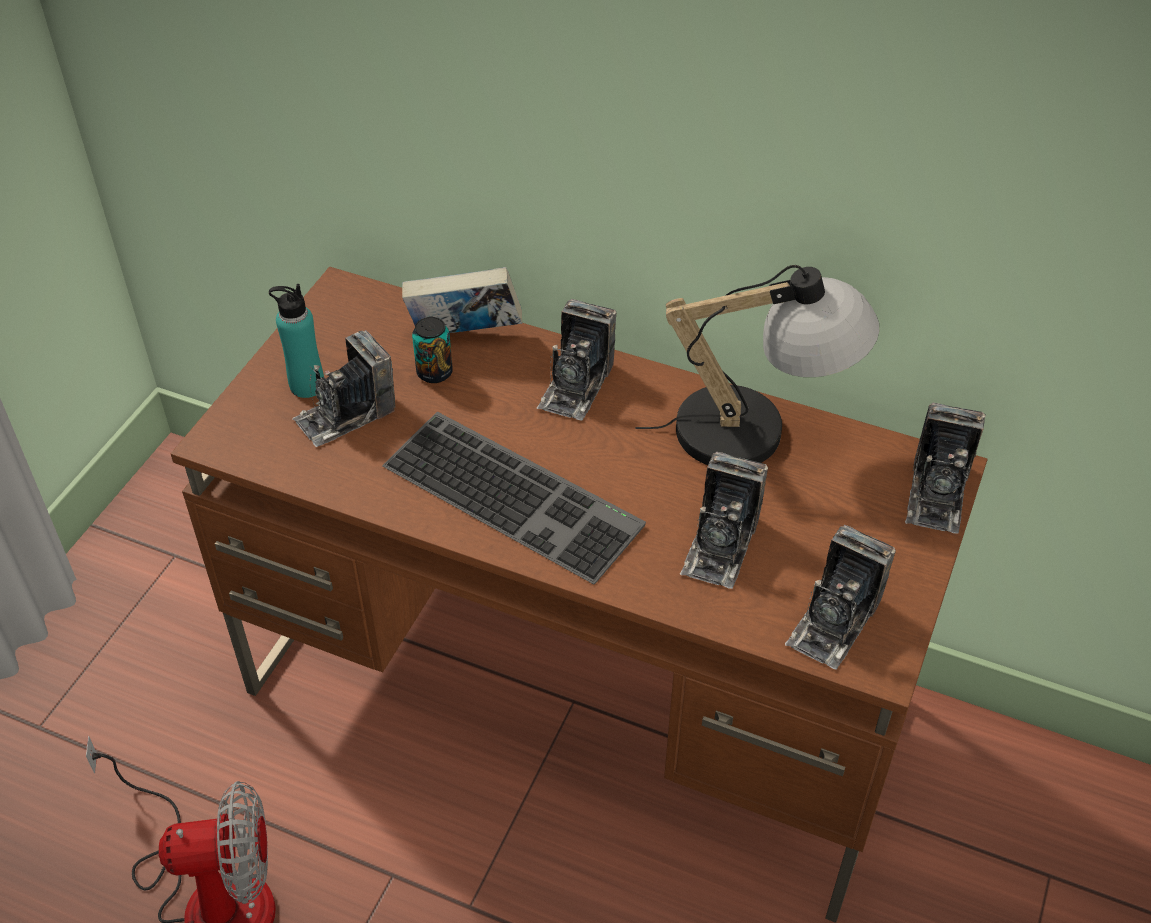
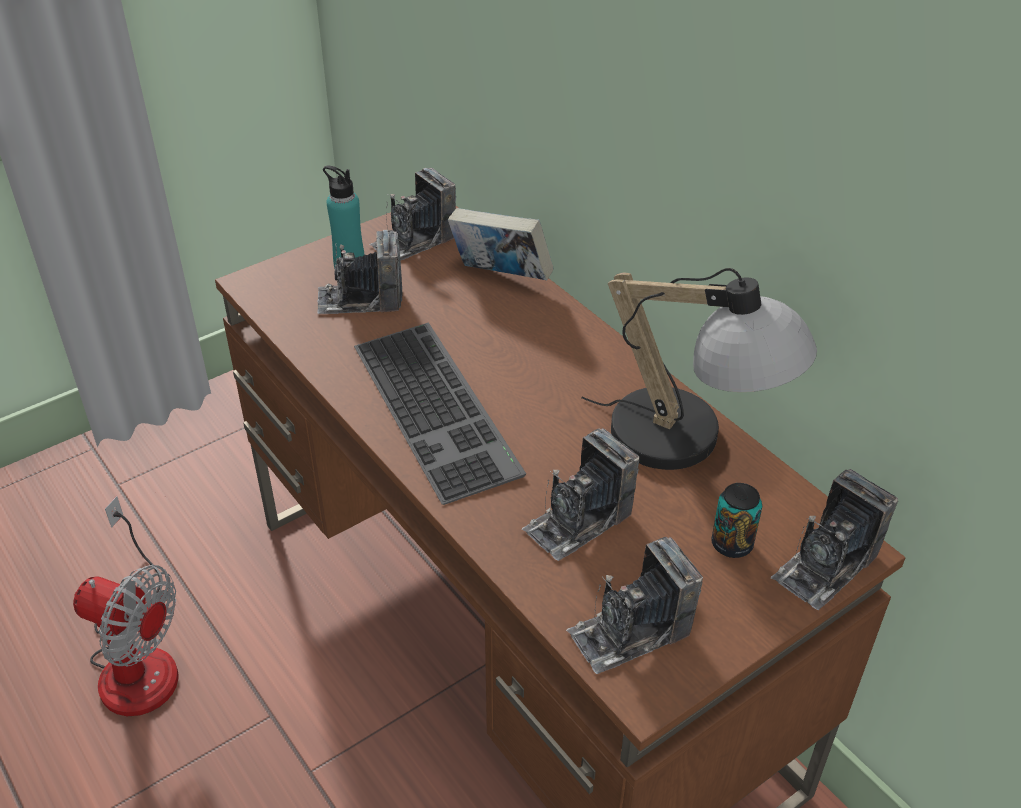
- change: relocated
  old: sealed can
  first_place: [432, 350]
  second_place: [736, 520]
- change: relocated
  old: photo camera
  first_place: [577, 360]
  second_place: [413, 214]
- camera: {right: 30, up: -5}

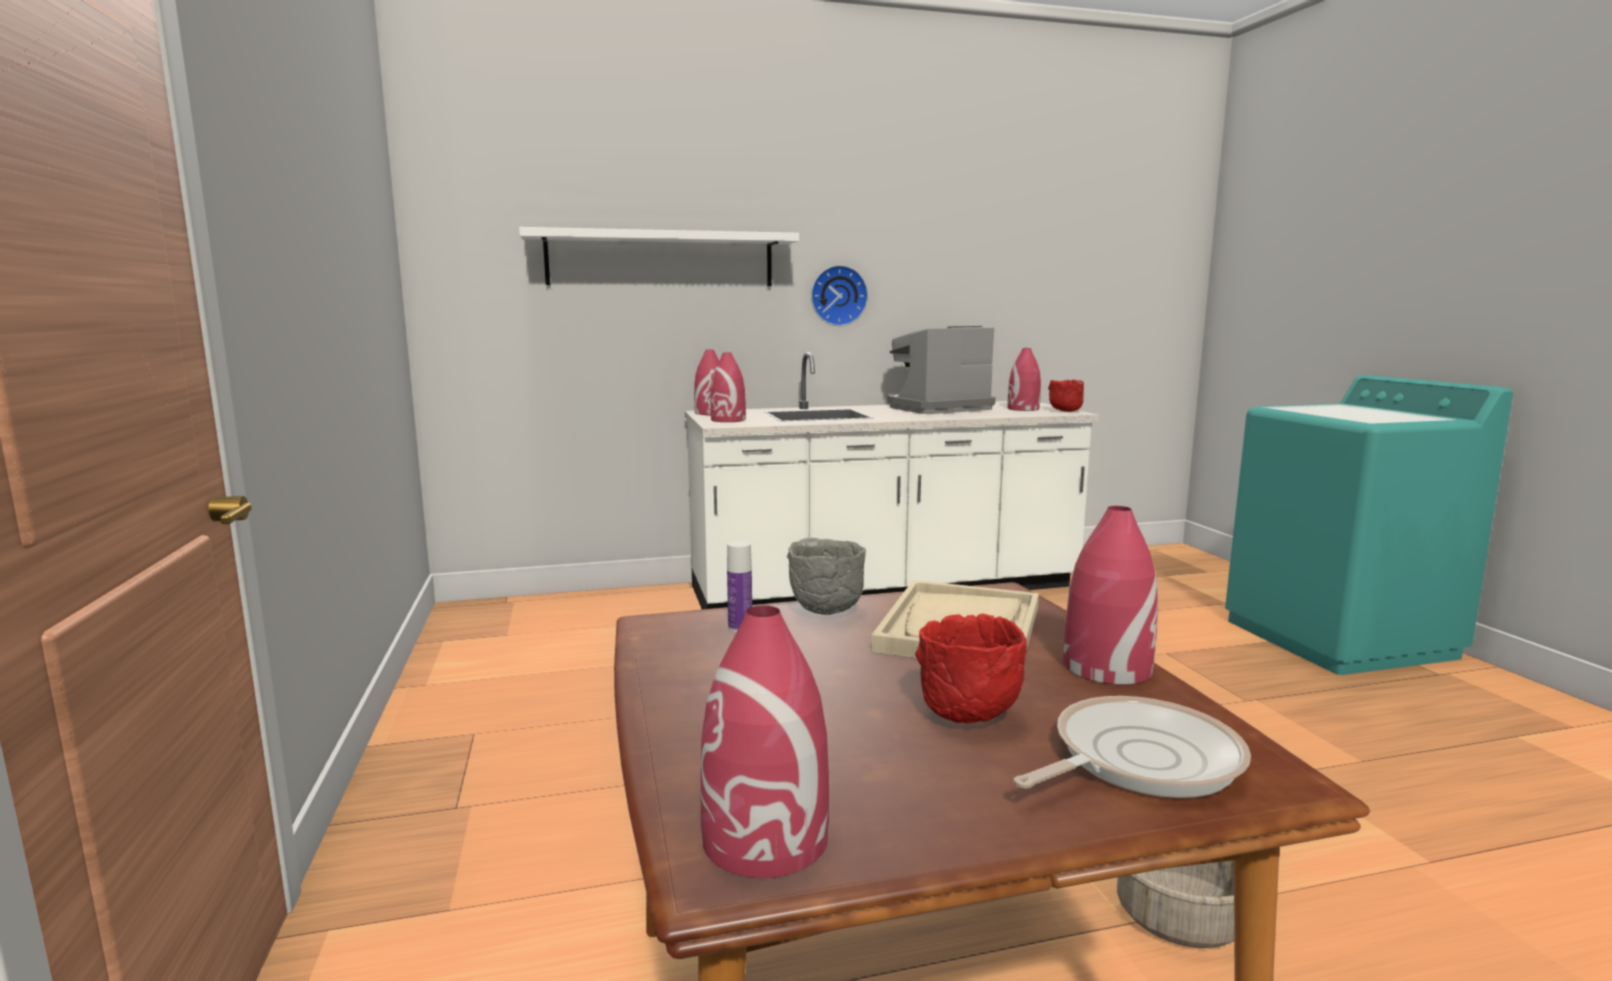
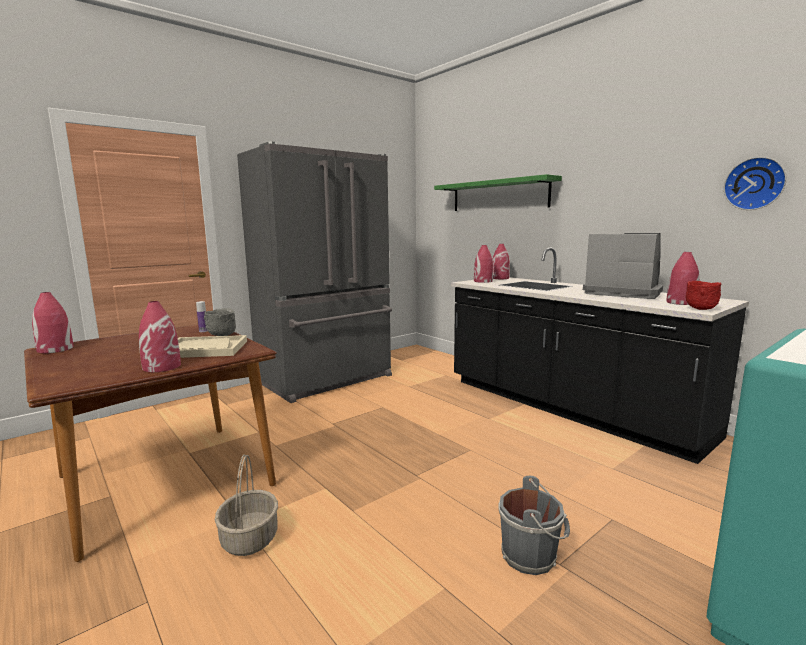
- change: missing
  old: red bowl
  first_place: [971, 668]
- change: missing
  old: frying pan
  first_place: [1132, 747]
- change: appeared
  new: gray refrigerator
  second_place: [314, 272]
- change: appeared
  new: gray pail
  second_place: [534, 525]
- change: relocated
  old: clock on the wall
  first_place: [839, 295]
  second_place: [755, 183]
- change: colour
  old: white-coloured bracket shelf
  new: greenish bracket shelf
  first_place: [659, 256]
  second_place: [498, 192]
- change: colour
  old: white-coloured counter
  new: black counter
  first_place: [891, 480]
  second_place: [600, 356]
- camera: {right: 65, up: 0}

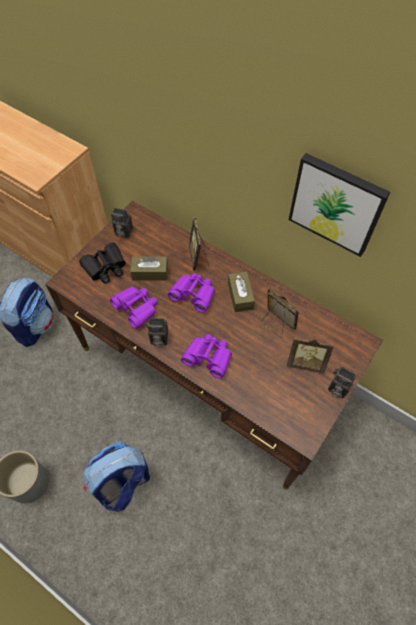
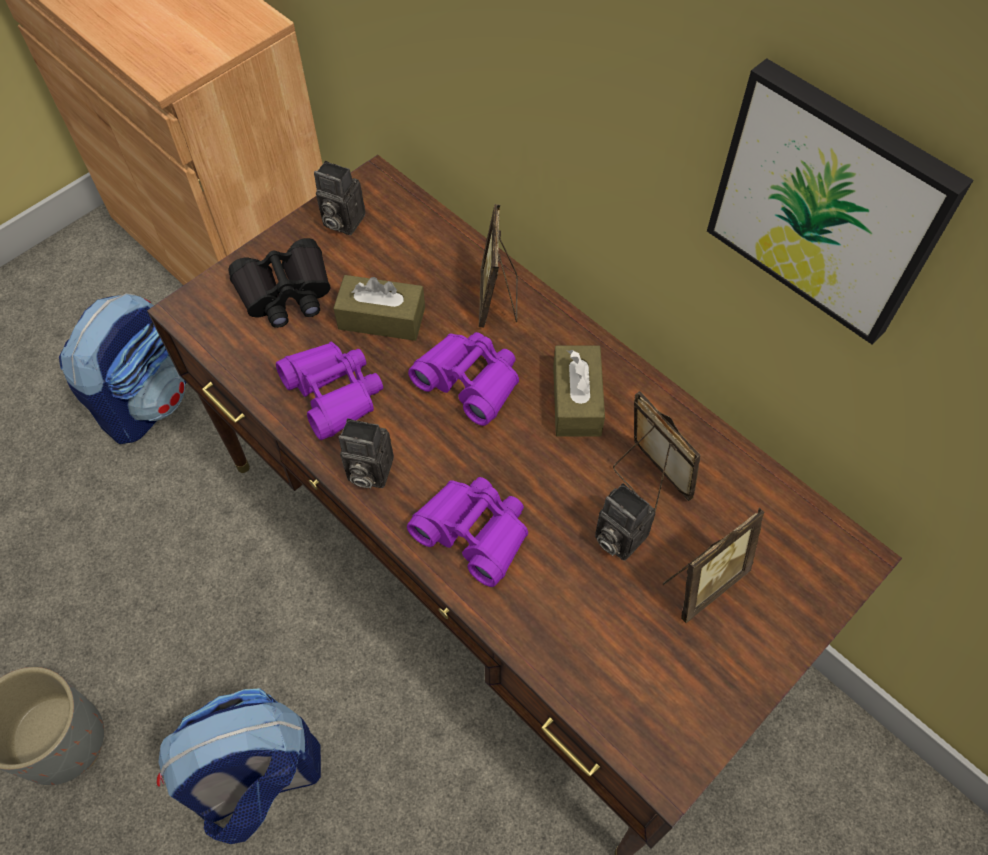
- change: relocated
  old: photo camera
  first_place: [342, 383]
  second_place: [625, 522]
- change: spun
  old: picture frame
  first_place: [310, 355]
  second_place: [713, 565]
  degrees: -60
- camera: {right: 10, up: 0}

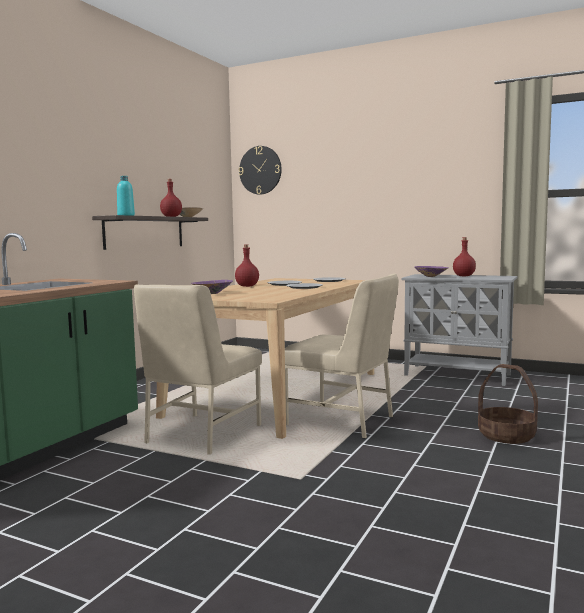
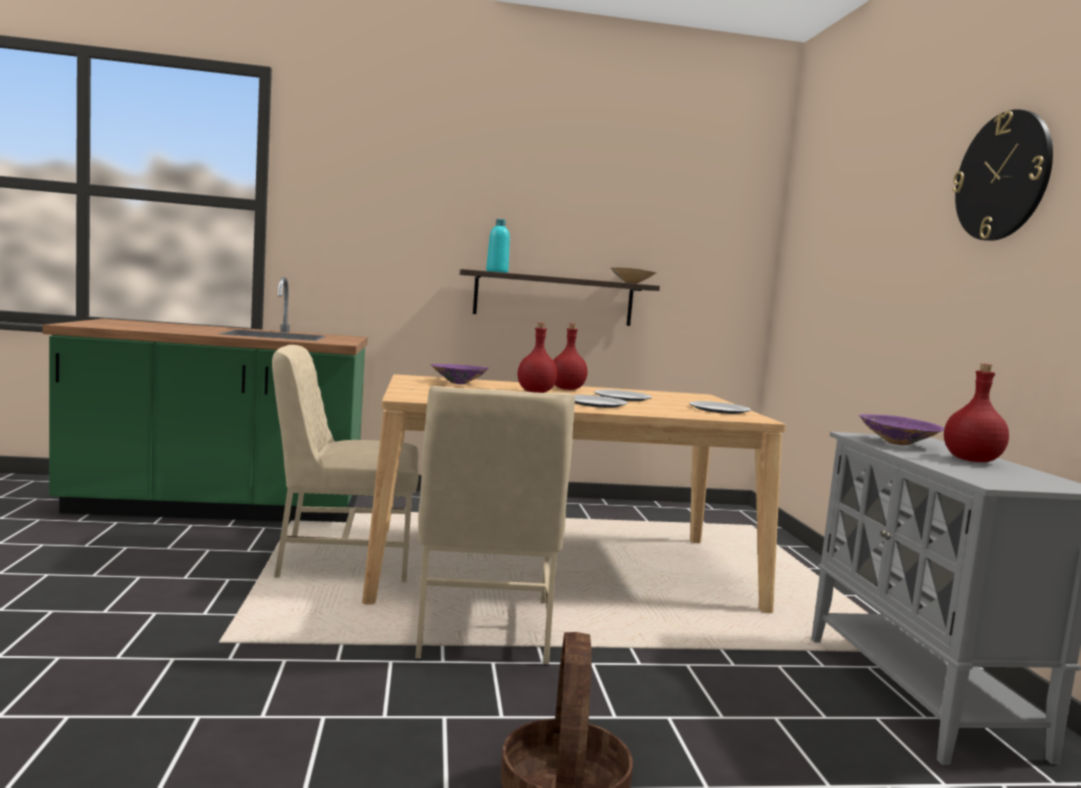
- change: relocated
  old: red bottle
  first_place: [171, 198]
  second_place: [537, 357]
- change: relocated
  old: clock on the wall
  first_place: [260, 170]
  second_place: [1002, 175]
- camera: {right: 55, up: 0}

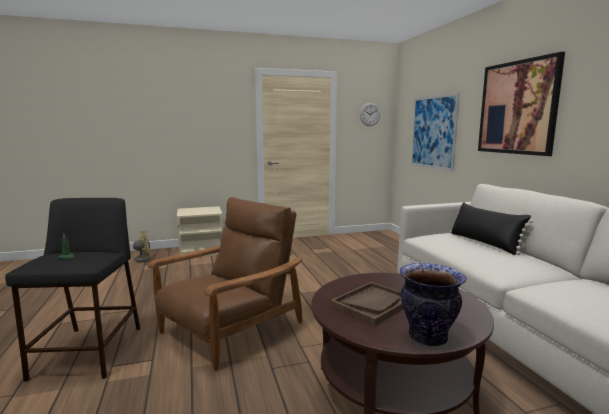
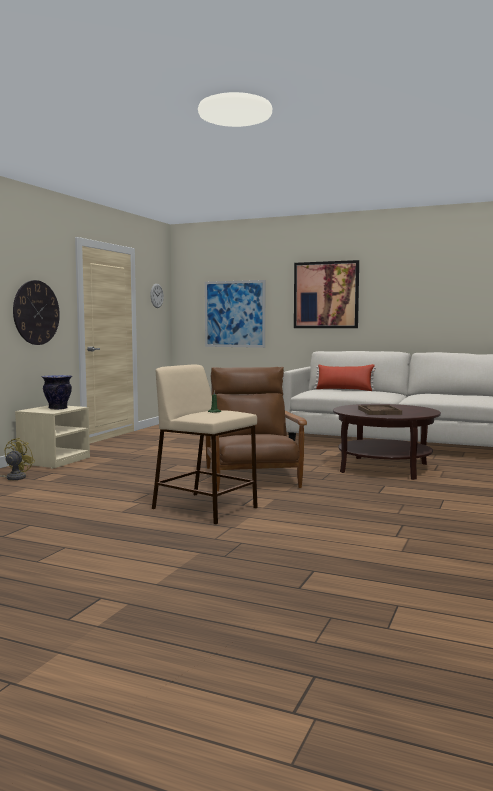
- change: appeared
  new: clock on the wall
  second_place: [36, 312]
- change: relocated
  old: flower vase
  first_place: [433, 304]
  second_place: [57, 392]
- change: colour
  old: black stool
  new: sand-coloured stool
  first_place: [72, 290]
  second_place: [205, 444]
- change: colour
  old: black cushion
  new: red cushion
  first_place: [491, 228]
  second_place: [345, 377]
- camera: {right: -50, up: -5}

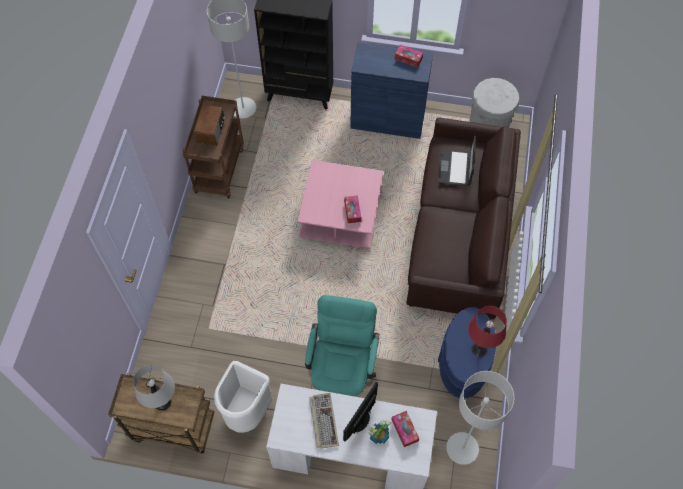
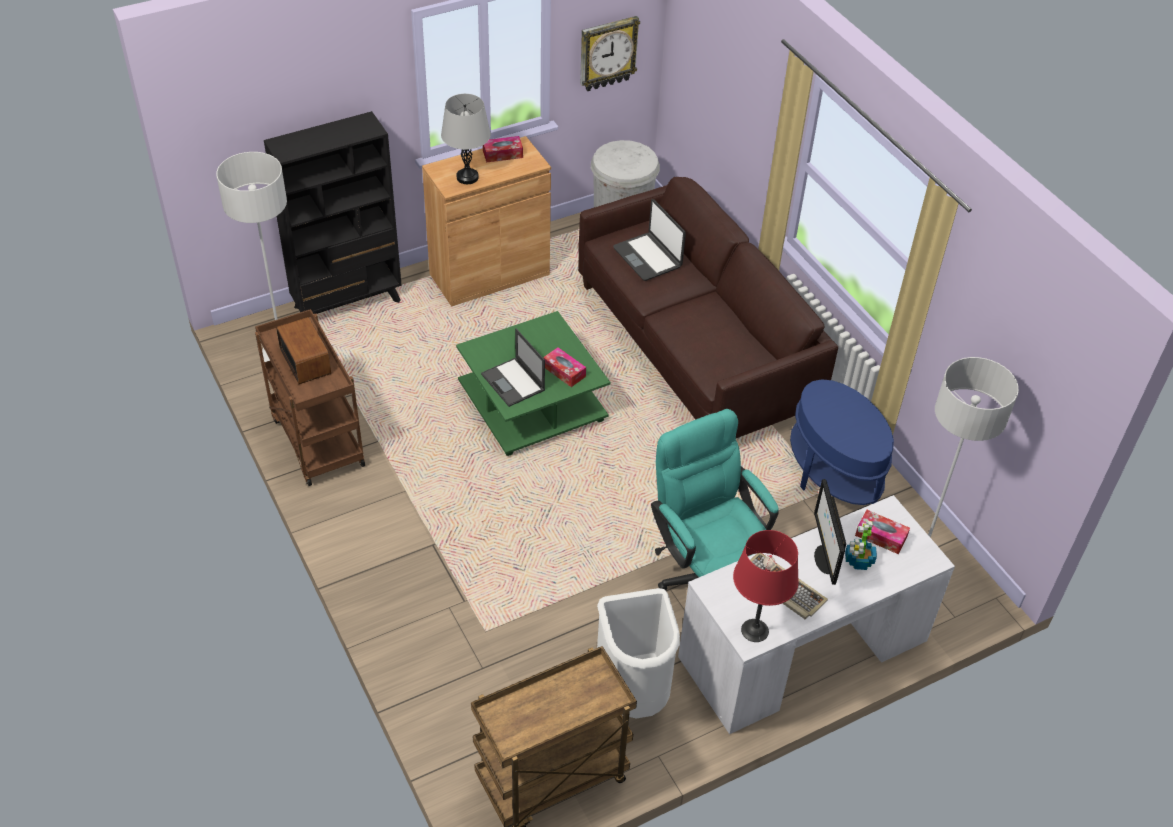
- change: appeared
  new: notebook computer
  second_place: [513, 367]
- change: appeared
  new: clock on the wall
  second_place: [610, 53]
- change: relocated
  old: gray tabletop lamp
  first_place: [154, 387]
  second_place: [466, 139]
- change: relocated
  old: red tabletop lamp
  first_place: [487, 331]
  second_place: [766, 586]
- change: colour
  old: pink low table
  new: greenish low table
  first_place: [340, 204]
  second_place: [533, 383]
- change: colour
  old: blue storage cabinet
  new: brown-coloured storage cabinet
  first_place: [391, 90]
  second_place: [486, 221]
- camera: {right: -40, up: -15}

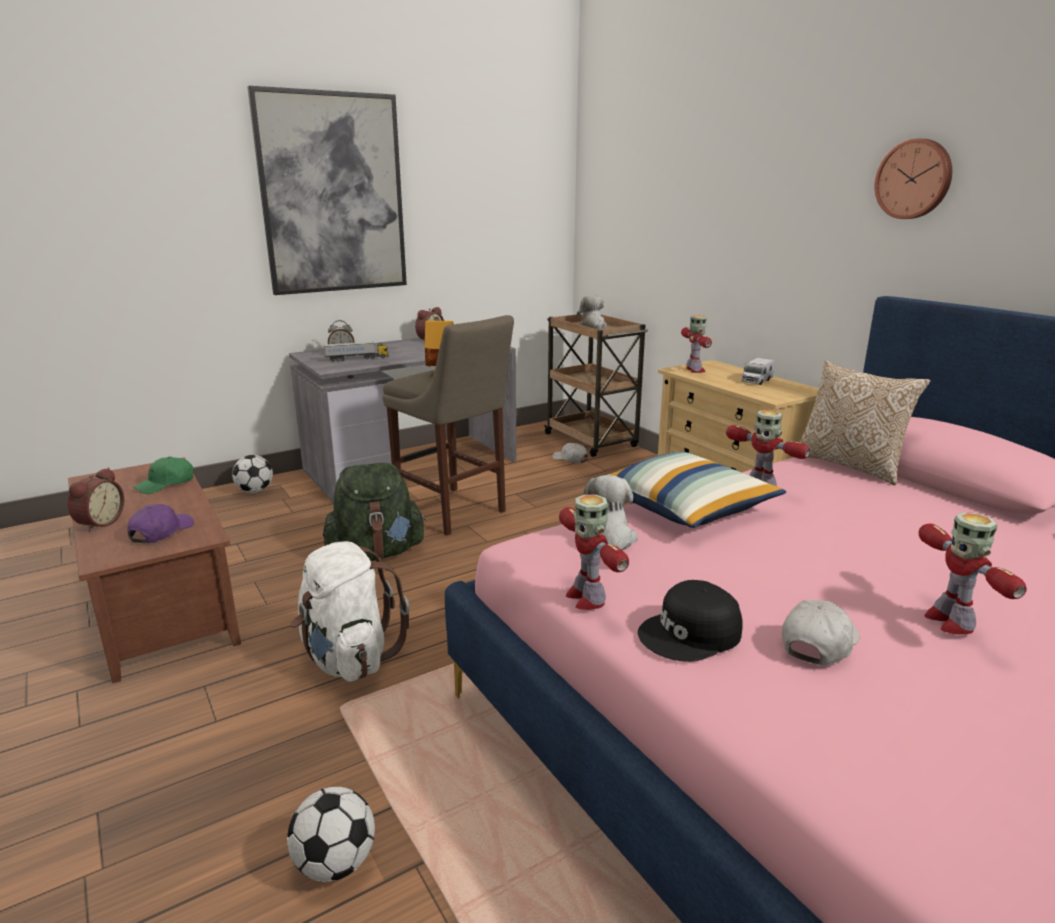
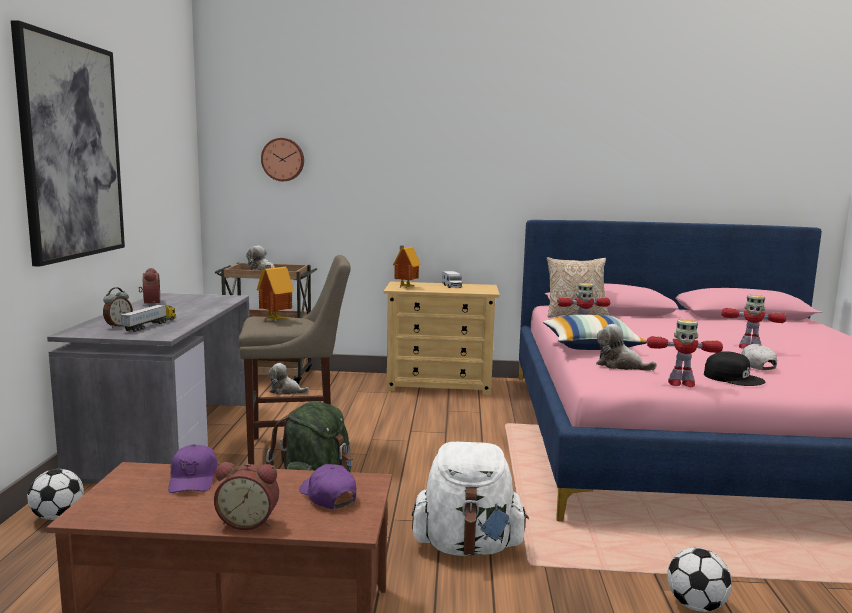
- change: relocated
  old: clock on the wall
  first_place: [913, 179]
  second_place: [282, 159]
- change: exchanged
  old: white-coloured cap
  new: cuddly toy
  first_place: [570, 453]
  second_place: [288, 379]
- change: exchanged
  old: toy robot
  new: model house
  first_place: [696, 344]
  second_place: [407, 266]
- change: colour
  old: greenish cap
  new: purple-coloured cap
  first_place: [163, 475]
  second_place: [193, 468]
- change: spun
  old: table clock
  first_place: [96, 500]
  second_place: [246, 496]
  degrees: 135
- change: spun
  old: black cap
  first_place: [690, 621]
  second_place: [735, 368]
  degrees: -60
- camera: {right: -55, up: -10}

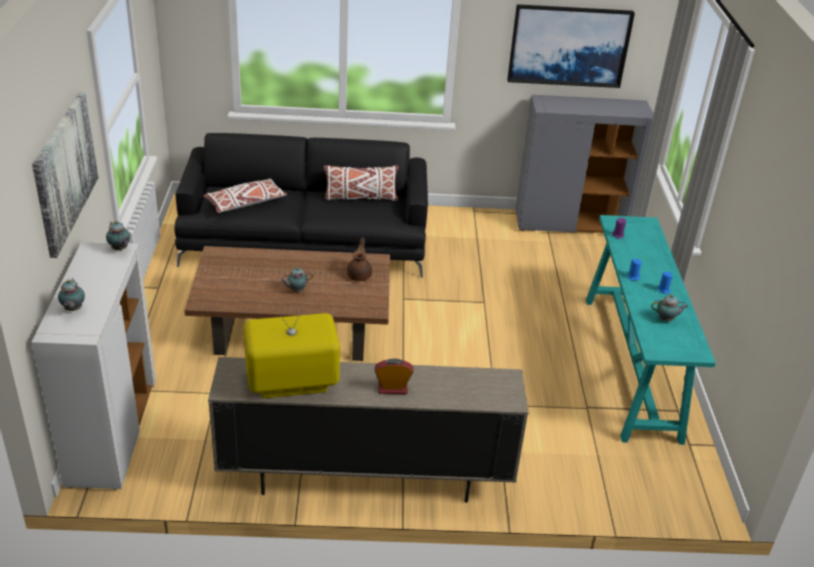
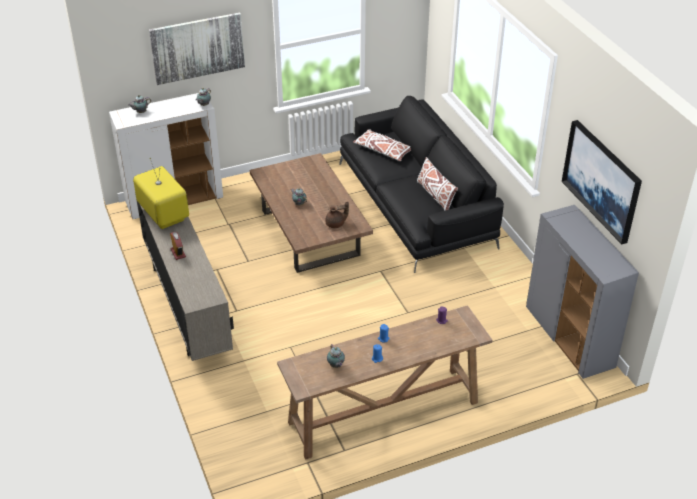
- change: colour
  old: turquoise-coloured narrow table
  new: brown-coloured narrow table
  first_place: [651, 330]
  second_place: [385, 382]
- camera: {right: 70, up: 5}

